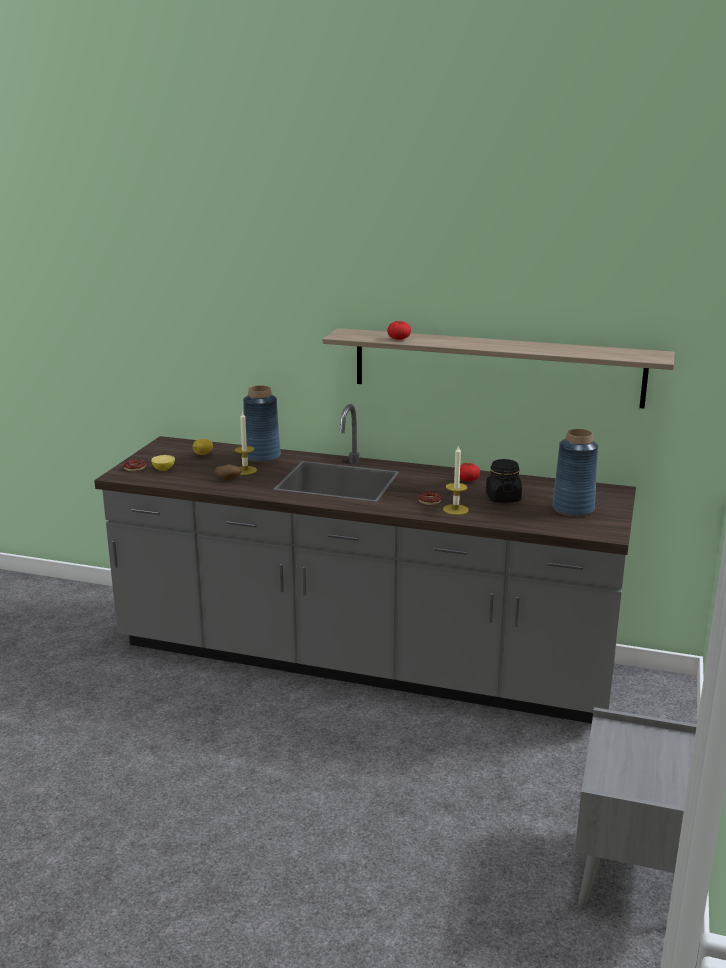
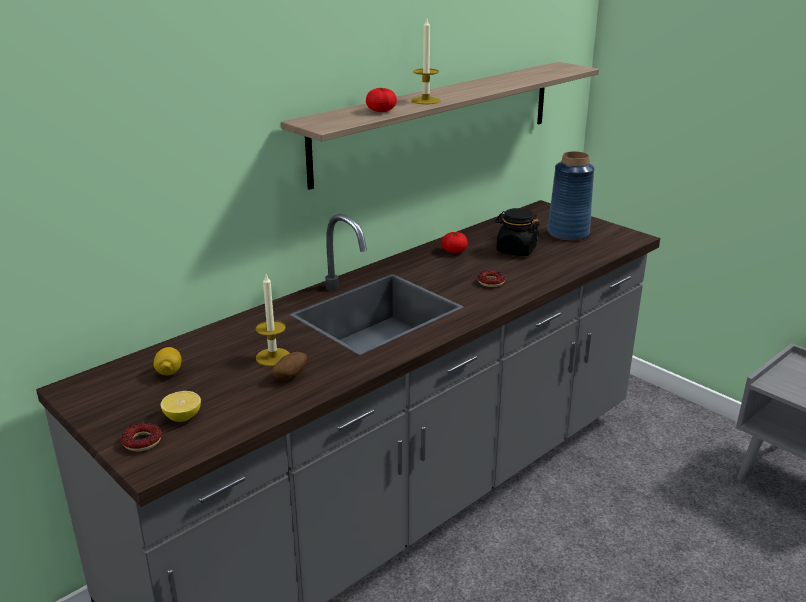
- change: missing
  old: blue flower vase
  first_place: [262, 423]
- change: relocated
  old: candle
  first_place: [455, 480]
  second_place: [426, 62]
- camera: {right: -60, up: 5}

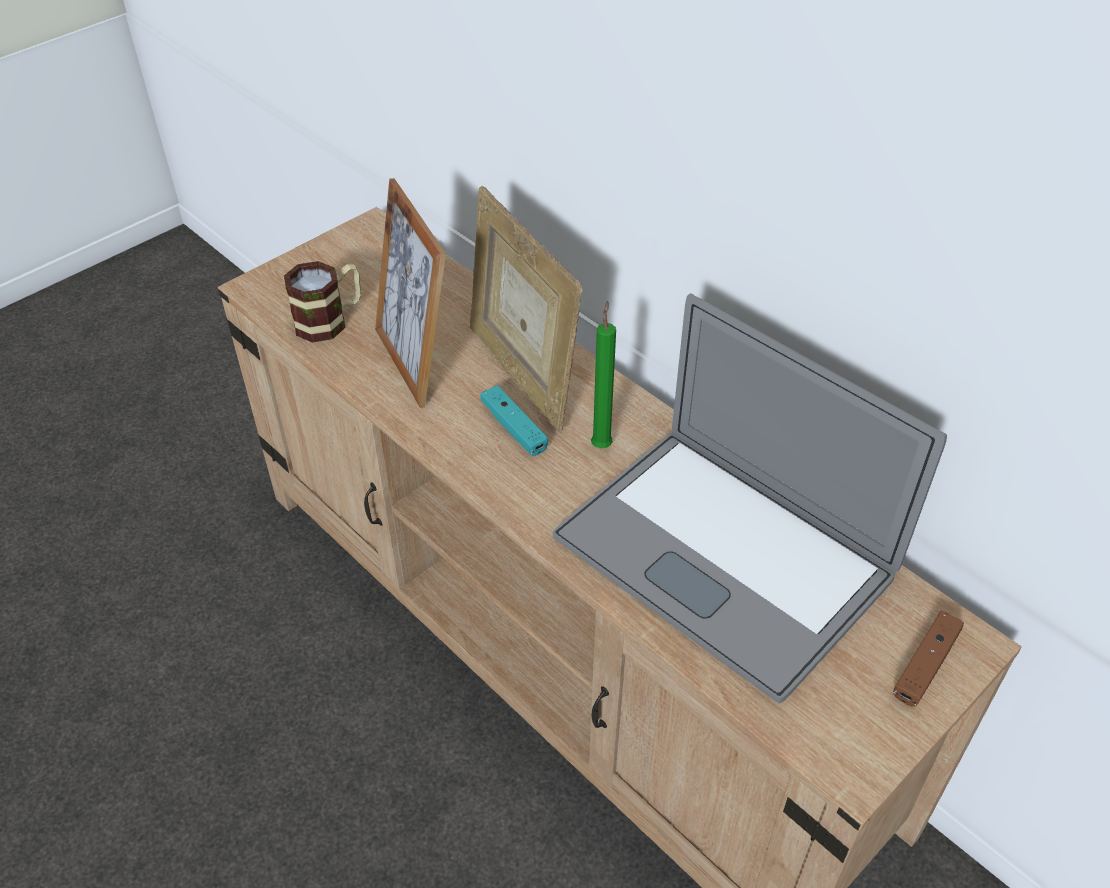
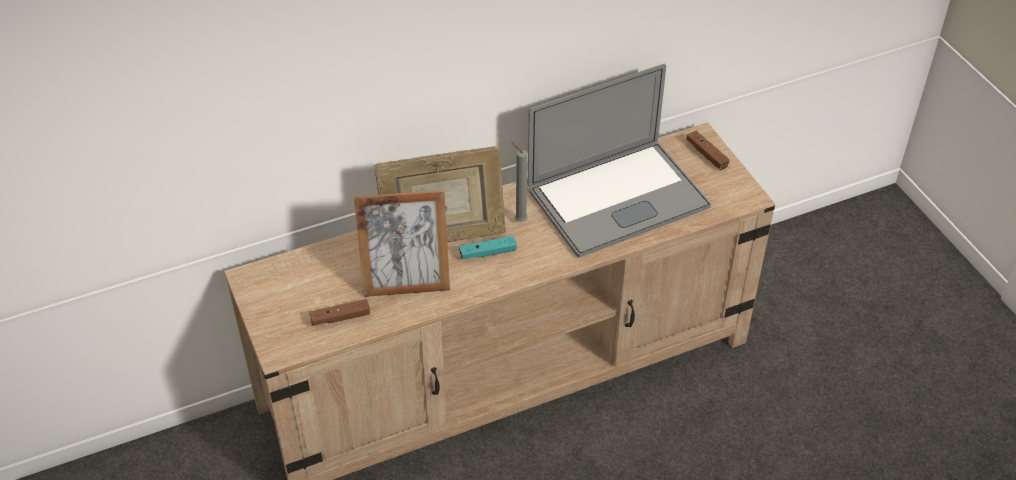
- change: exchanged
  old: coffee mug
  new: brown-coloured joypad
  first_place: [322, 302]
  second_place: [339, 312]
- change: colour
  old: greenish candle
  new: gray candle
  first_place: [603, 374]
  second_place: [519, 182]
- camera: {right: -70, up: 0}

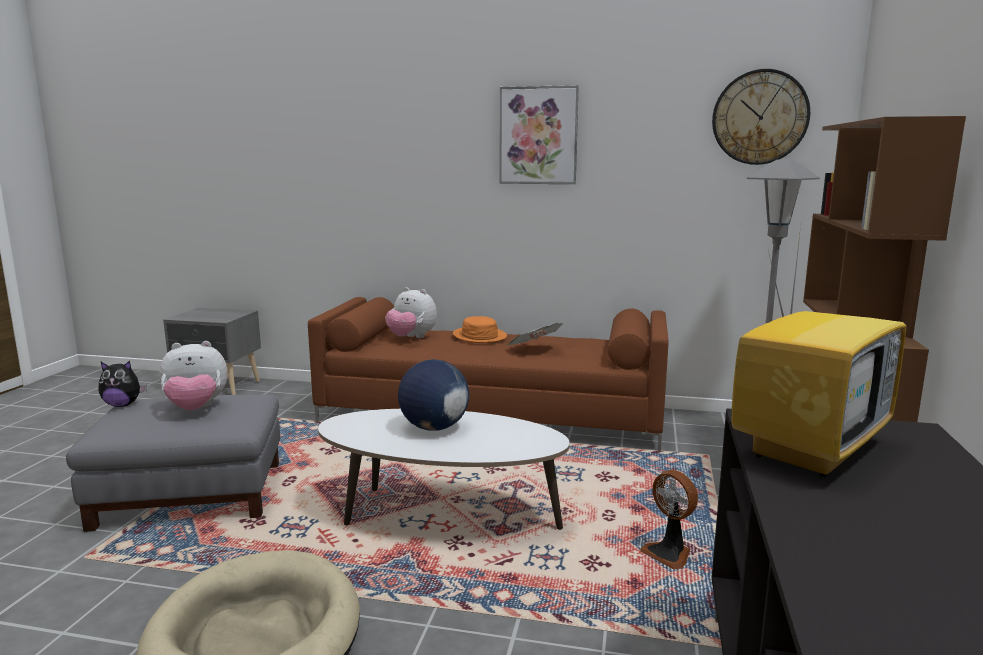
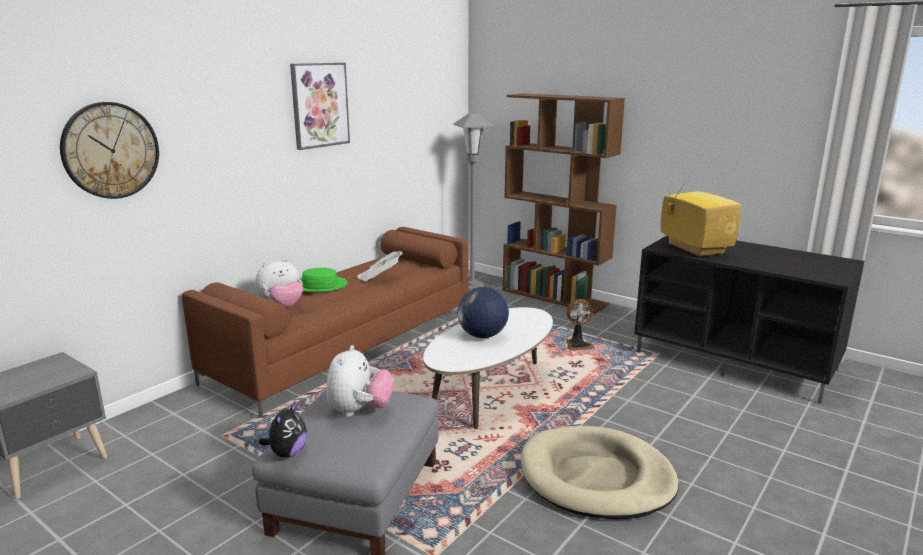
- change: relocated
  old: clock on the wall
  first_place: [761, 117]
  second_place: [109, 150]
- change: colour
  old: orange hat
  new: greenish hat
  first_place: [480, 329]
  second_place: [324, 280]
- camera: {right: -65, up: 5}

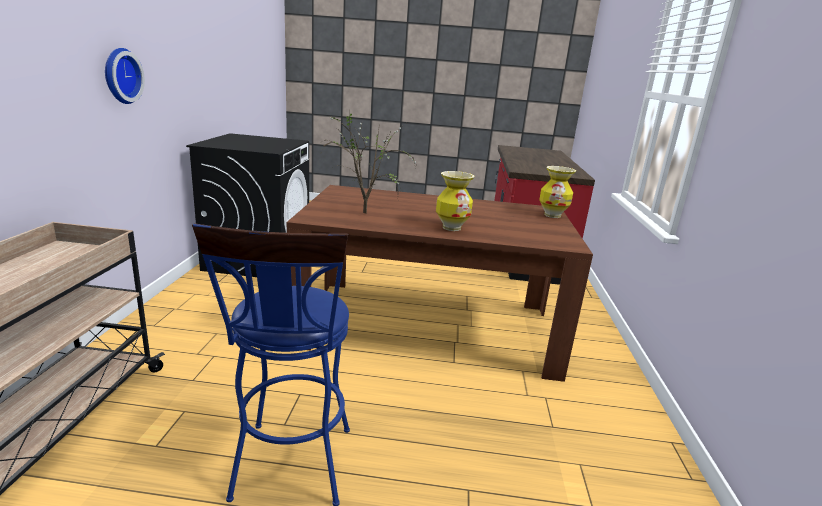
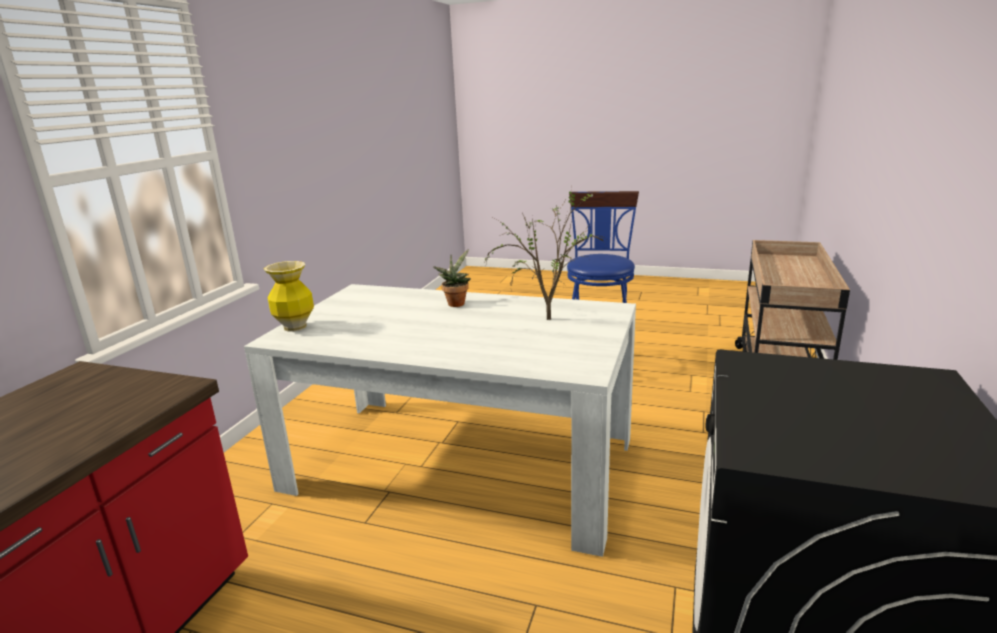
- change: missing
  old: clock on the wall
  first_place: [125, 76]
- change: exchanged
  old: flower vase
  new: plant in a pot
  first_place: [455, 201]
  second_place: [452, 278]
- change: colour
  old: brown-coloured kitchen table
  new: white-coloured kitchen table
  first_place: [440, 283]
  second_place: [440, 420]
- camera: {right: -165, up: 0}

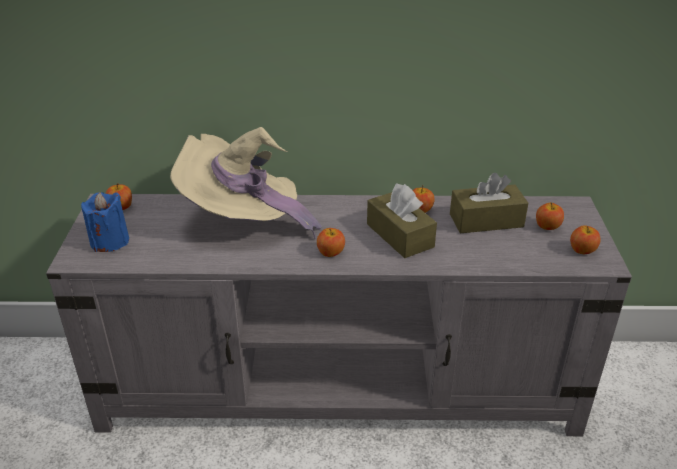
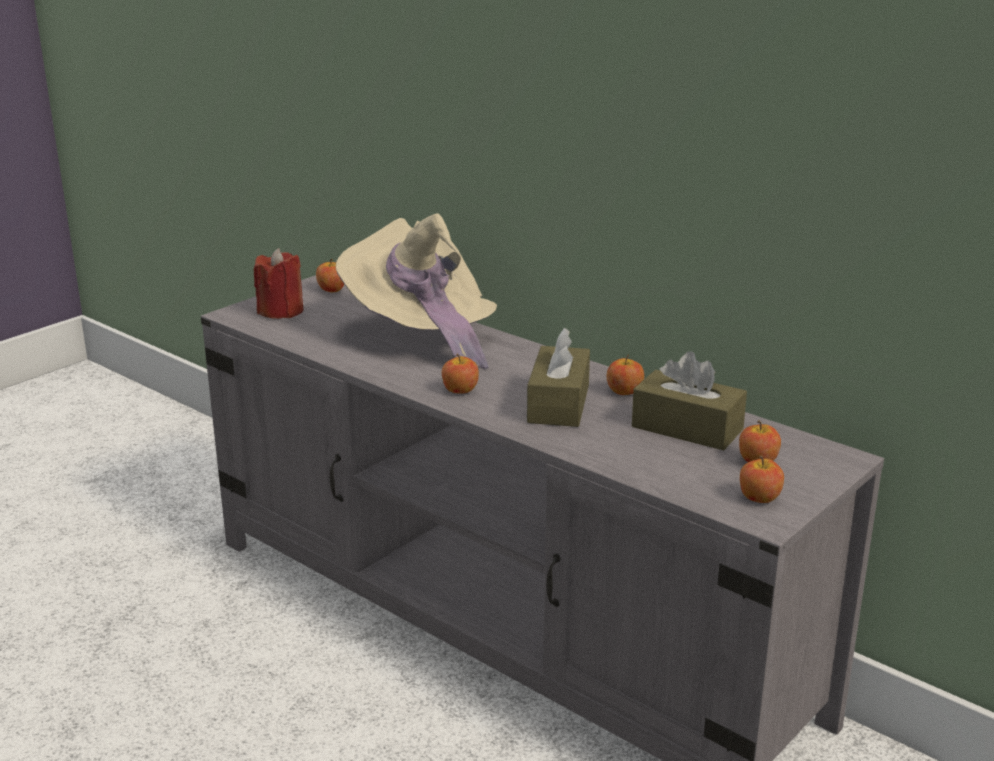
- change: colour
  old: blue candle
  new: red candle
  first_place: [105, 222]
  second_place: [279, 283]
- camera: {right: 40, up: -10}

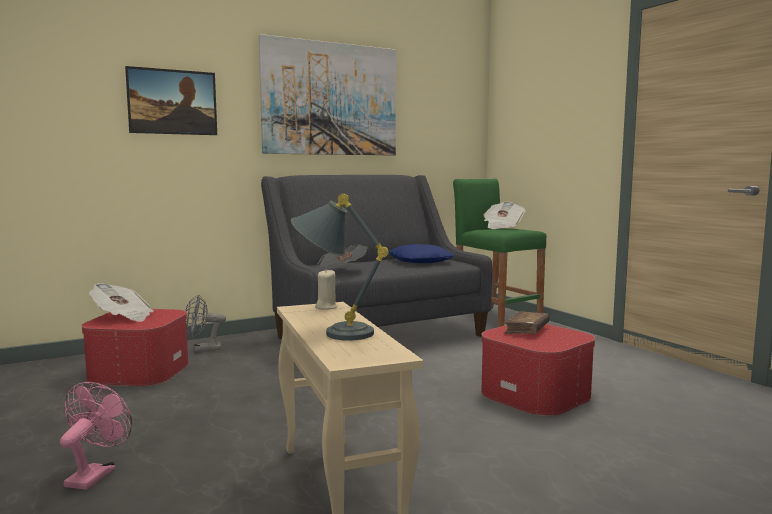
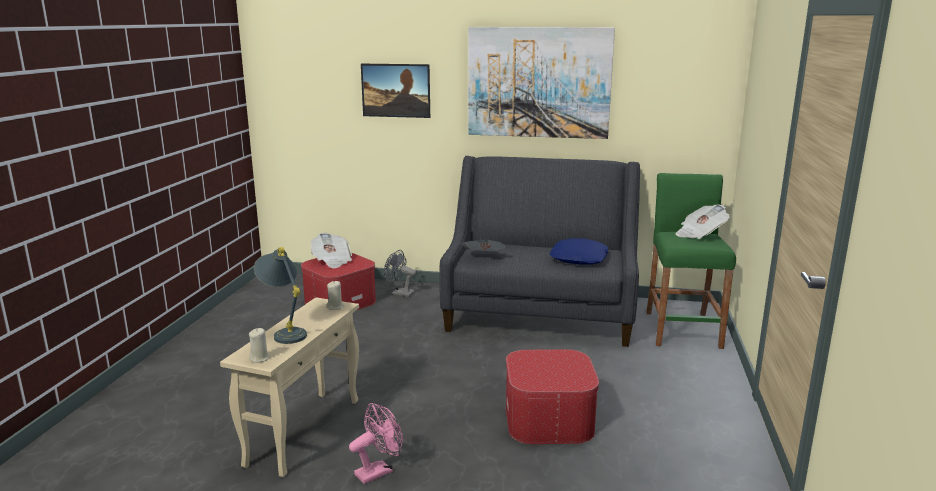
- change: missing
  old: brown-coloured volume
  first_place: [527, 322]
- change: appeared
  new: sand-coloured candle
  second_place: [260, 345]
- change: relocated
  old: pink electric fan
  first_place: [96, 436]
  second_place: [376, 443]
- camera: {right: 40, up: 10}

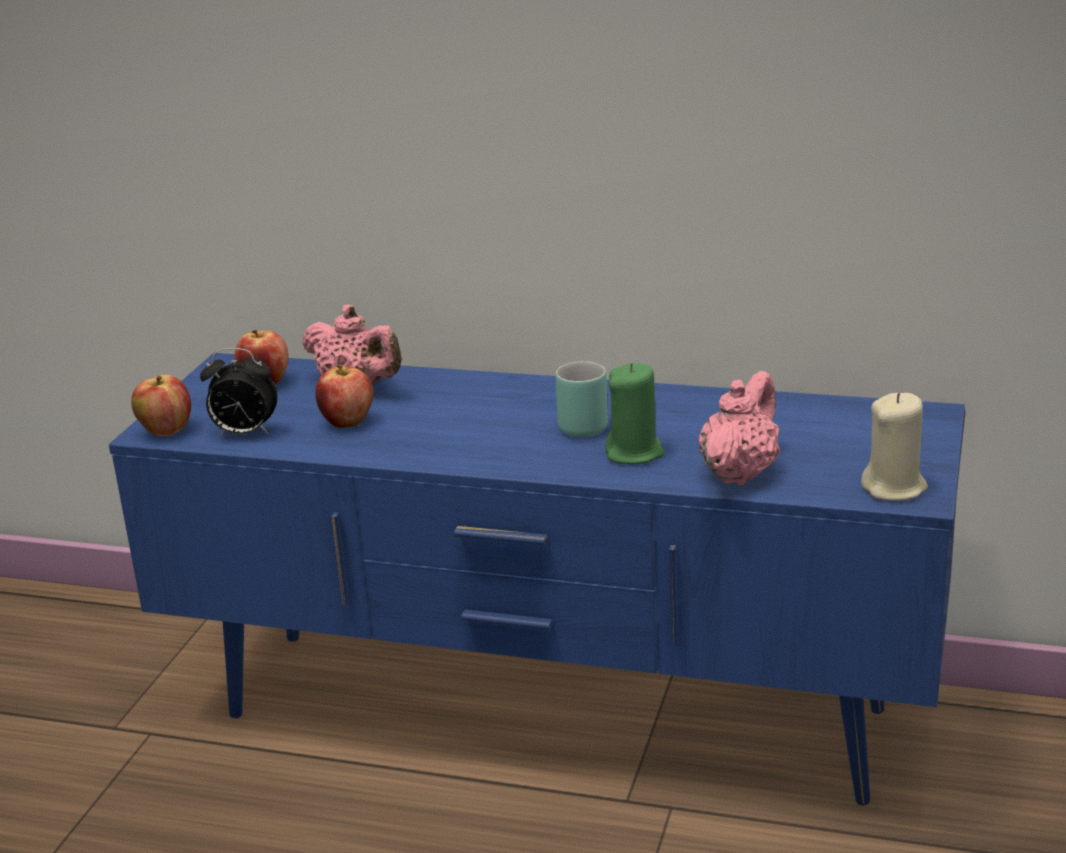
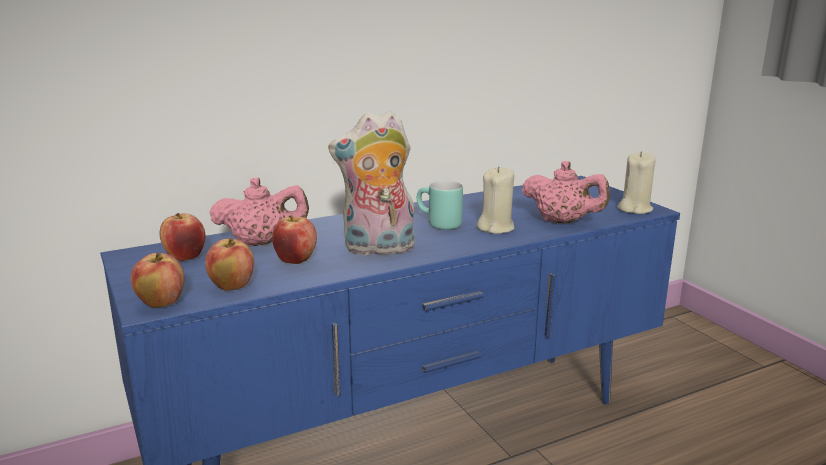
- change: appeared
  new: cuddly toy
  second_place: [371, 183]
- change: exchanged
  old: table clock
  new: whole apple
  first_place: [239, 392]
  second_place: [229, 264]
- change: colour
  old: greenish candle
  new: sand-coloured candle
  first_place: [635, 413]
  second_place: [495, 200]
- change: spun
  old: pink pot for tea
  first_place: [739, 428]
  second_place: [566, 192]
  degrees: 135
- camera: {right: -45, up: -5}

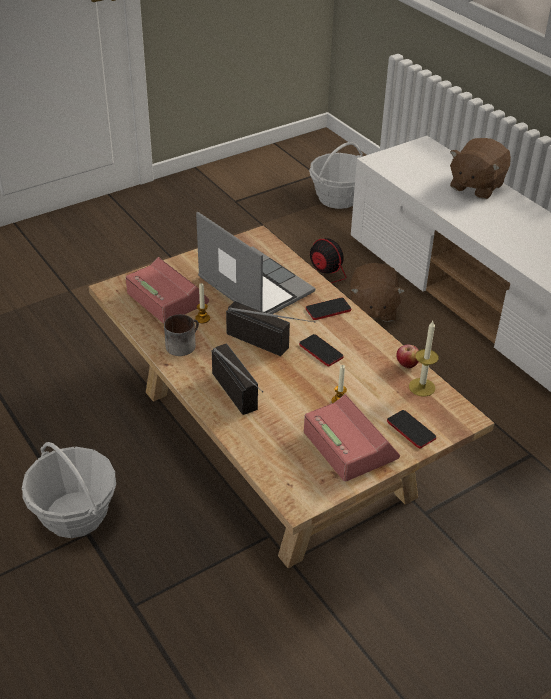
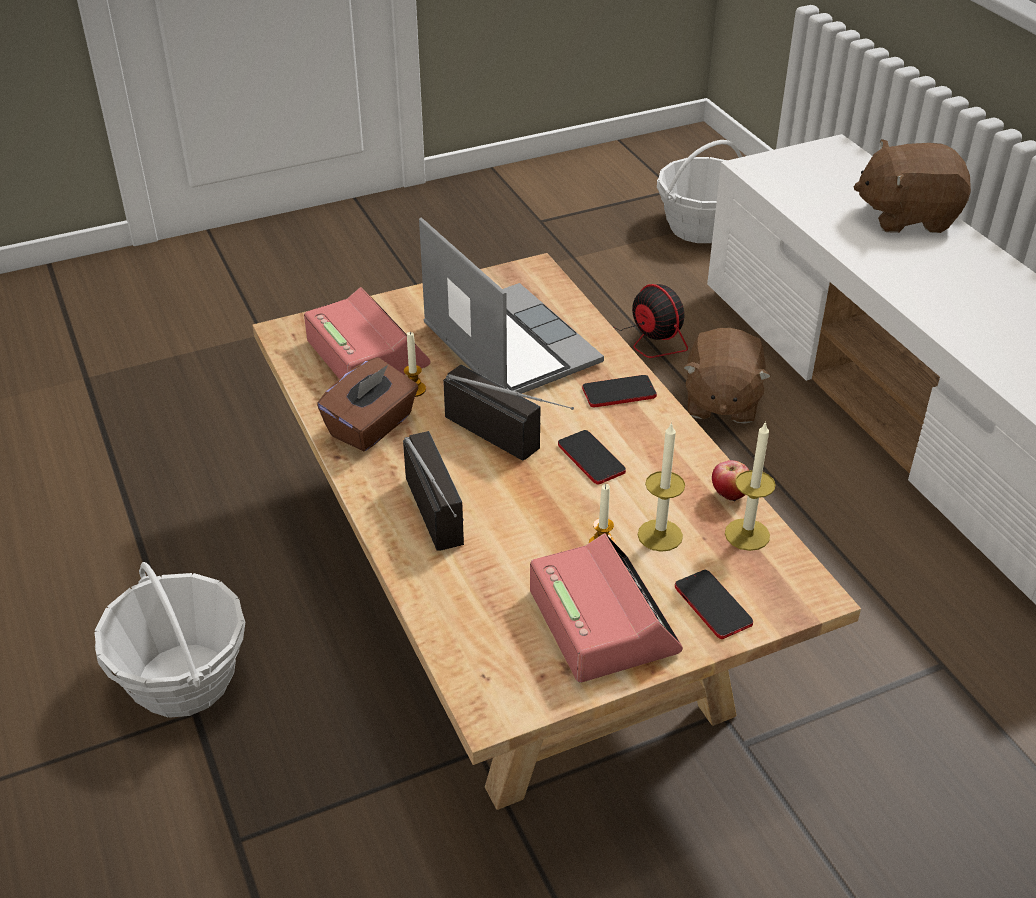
- change: appeared
  new: candle
  second_place: [661, 487]
- change: exchanged
  old: coffee mug
  new: brown-coloured box of tissues
  first_place: [181, 335]
  second_place: [367, 404]
- change: spun
  old: brown-coloured cuddly toy
  first_place: [480, 168]
  second_place: [912, 186]
  degrees: 45
- camera: {right: 10, up: 0}

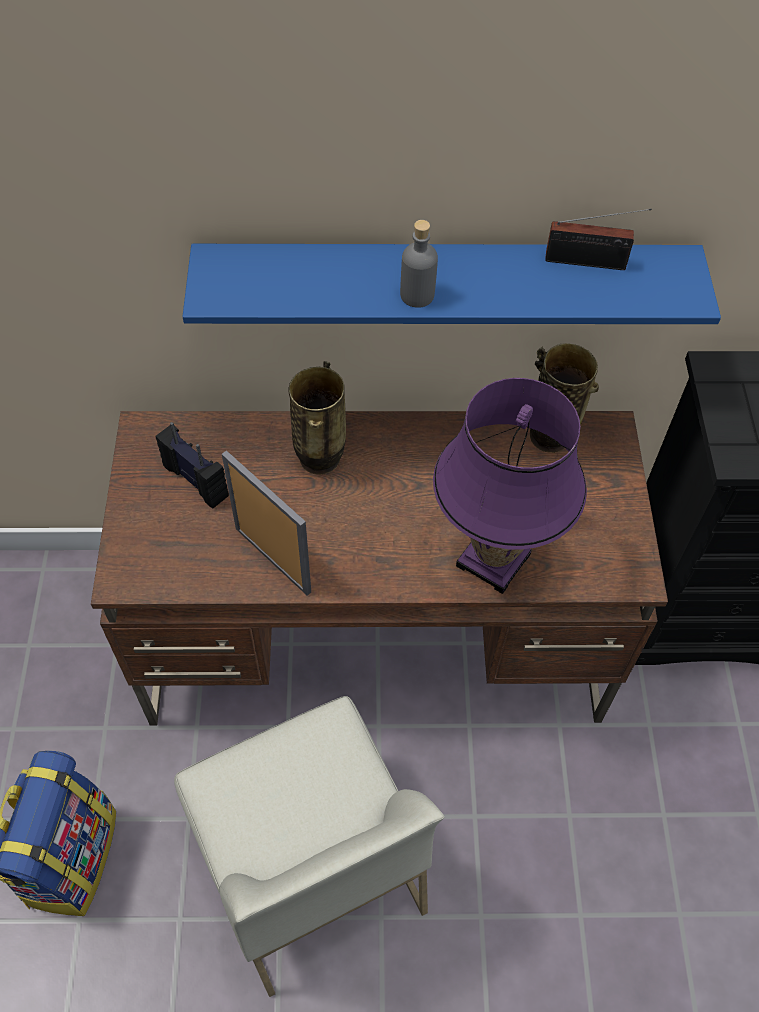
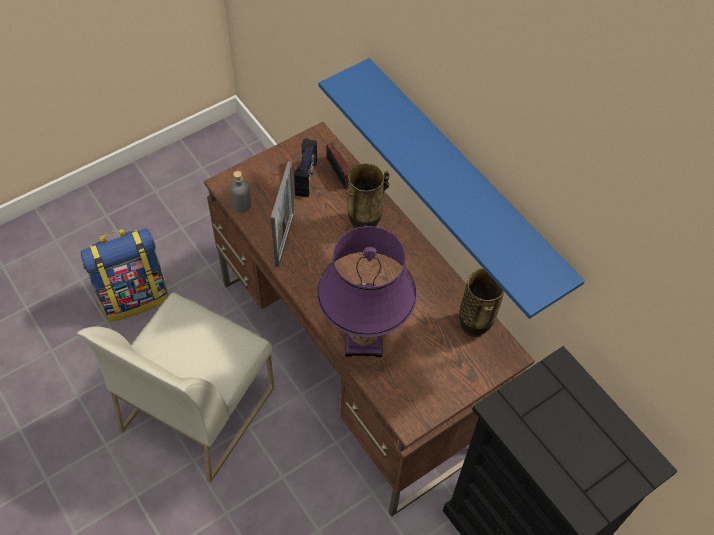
- change: relocated
  old: gray bottle
  first_place: [419, 264]
  second_place: [240, 191]
- change: relocated
  old: radio receiver
  first_place: [598, 239]
  second_place: [340, 165]
- camera: {right: 55, up: 0}

